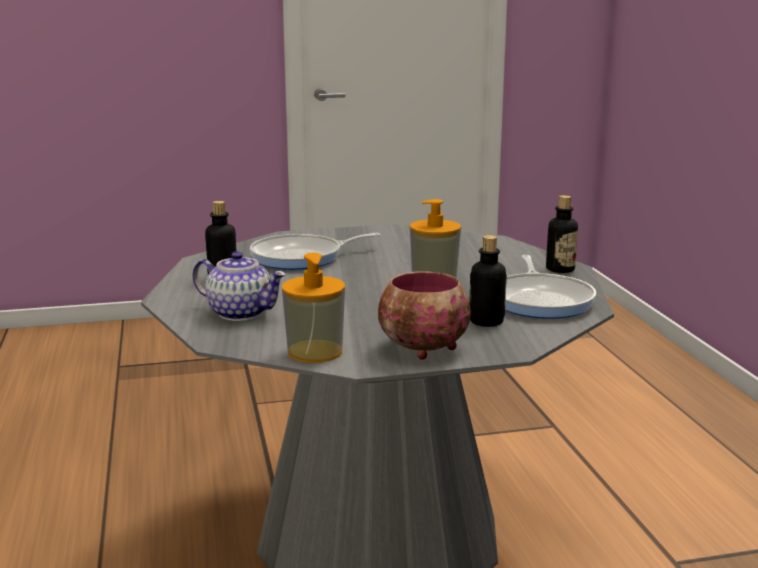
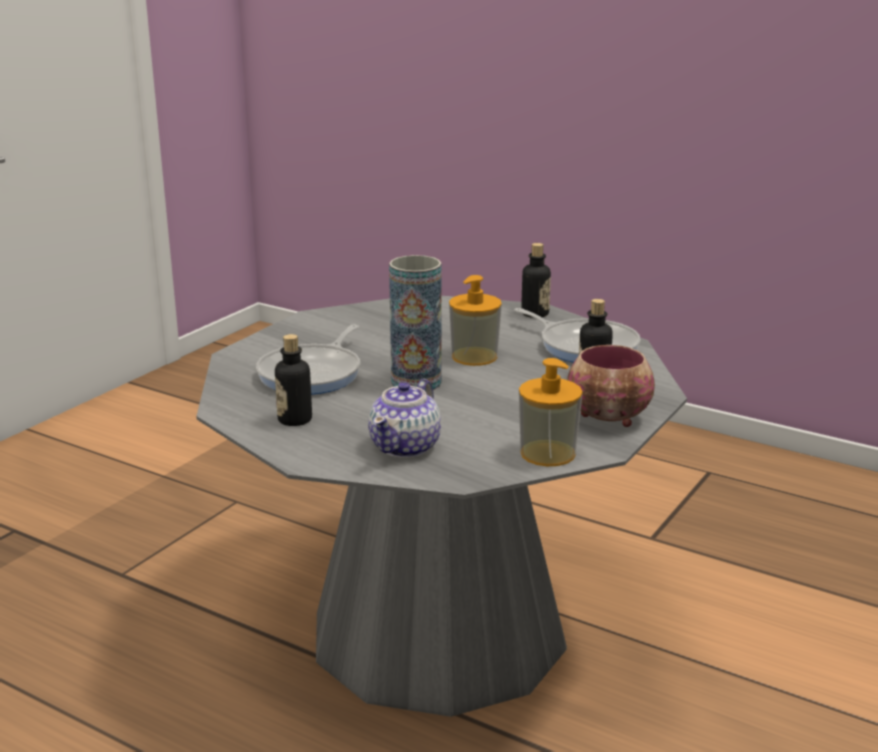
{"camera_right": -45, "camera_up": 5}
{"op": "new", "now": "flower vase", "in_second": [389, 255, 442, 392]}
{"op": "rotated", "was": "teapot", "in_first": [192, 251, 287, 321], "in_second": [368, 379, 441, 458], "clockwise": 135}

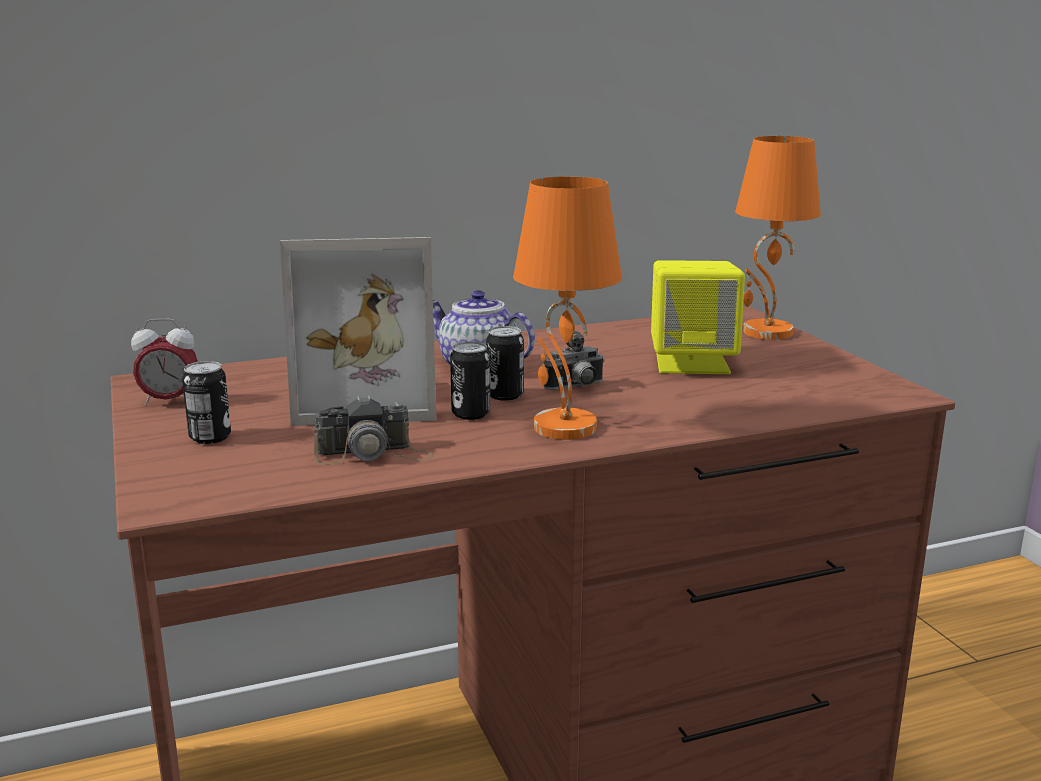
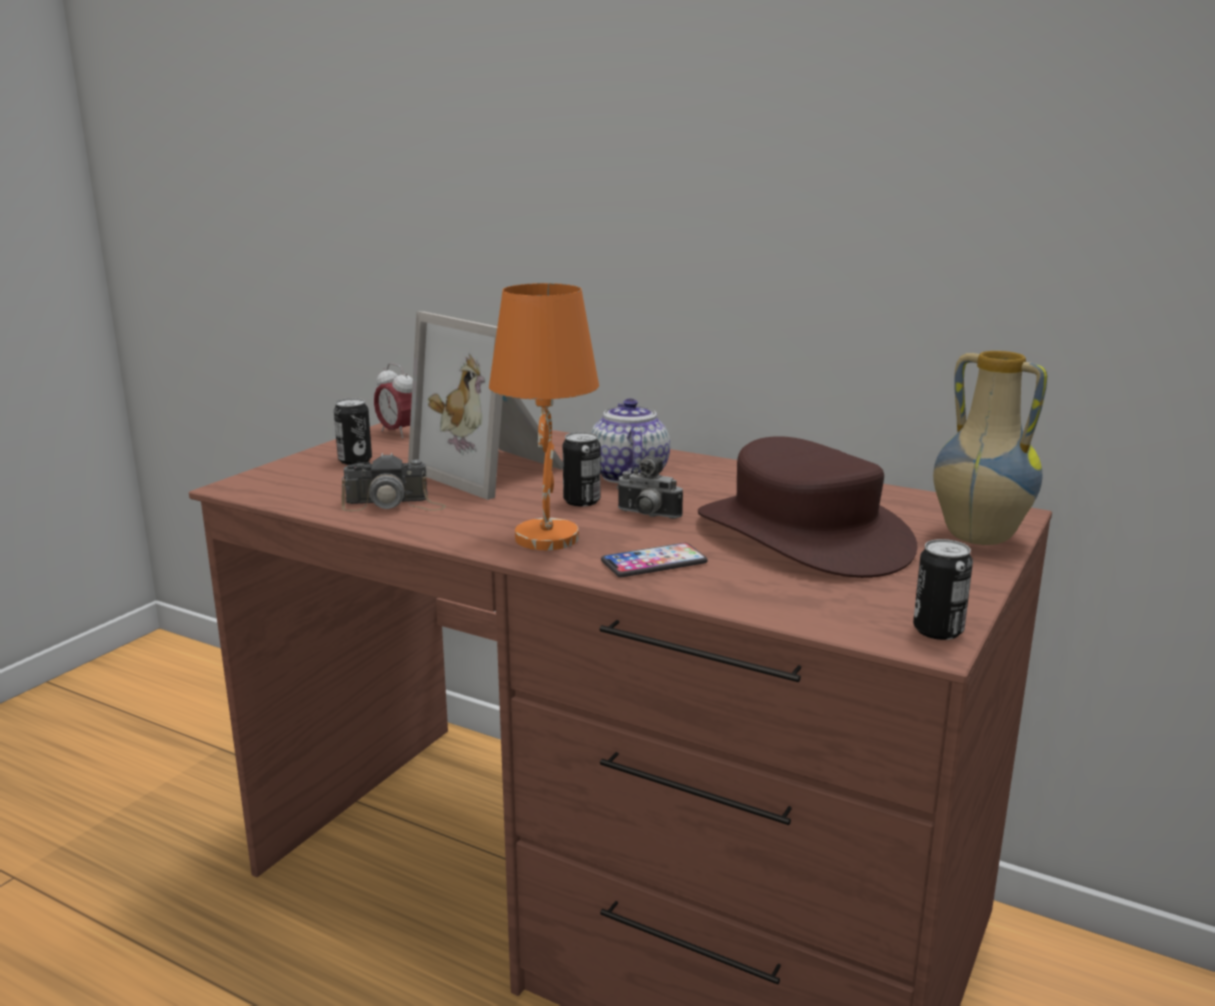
{"camera_right": 50, "camera_up": 0}
{"op": "new", "now": "phone", "in_second": [601, 543, 708, 577]}
{"op": "shifted", "was": "sealed can", "in_first": [450, 341, 490, 420], "in_second": [913, 539, 973, 640]}
{"op": "swapped", "was": "loudspeaker (yellow)", "now": "clothing hat (brownish)", "in_first": [651, 260, 745, 374], "in_second": [698, 436, 917, 578]}
{"op": "swapped", "was": "tabletop lamp (orange-coloured)", "now": "flower vase", "in_first": [735, 136, 821, 340], "in_second": [933, 351, 1047, 545]}
{"op": "rotated", "was": "still camera", "in_first": [314, 395, 434, 465], "in_second": [342, 453, 446, 511], "clockwise": -45}

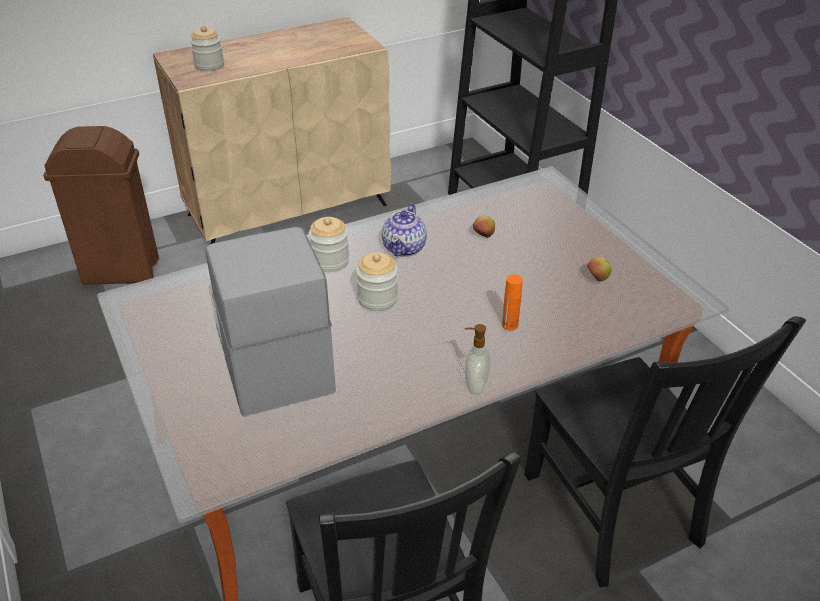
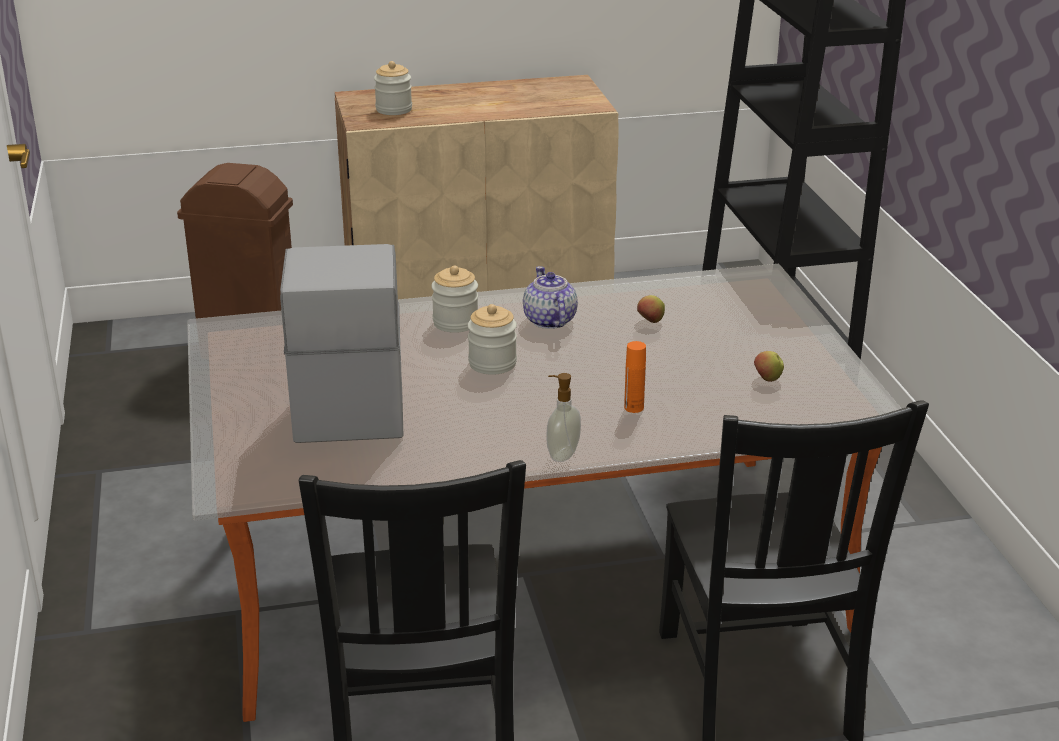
{"camera_right": 15, "camera_up": -10}
{"op": "rotated", "was": "teapot", "in_first": [382, 204, 427, 257], "in_second": [523, 266, 578, 329], "clockwise": 135}

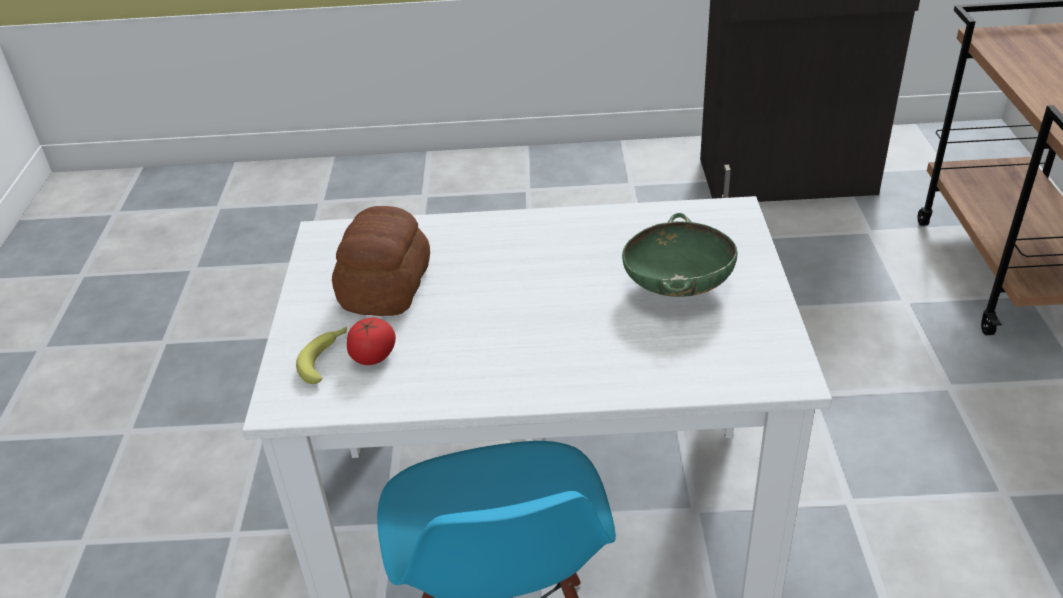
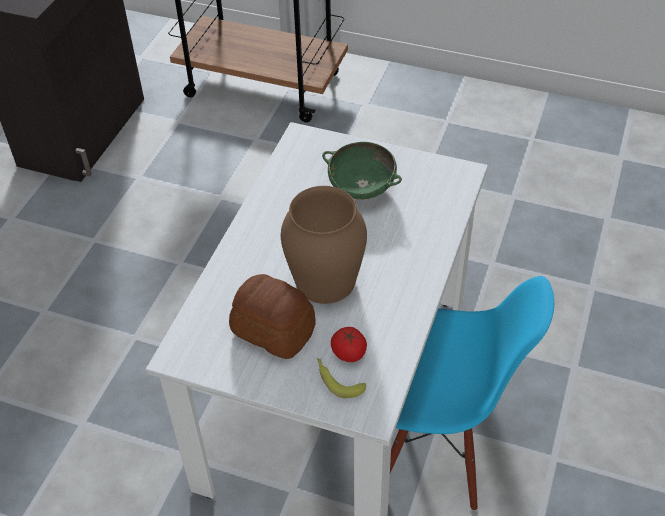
{"camera_right": -70, "camera_up": 10}
{"op": "new", "now": "flower vase (brownish)", "in_second": [281, 186, 367, 304]}

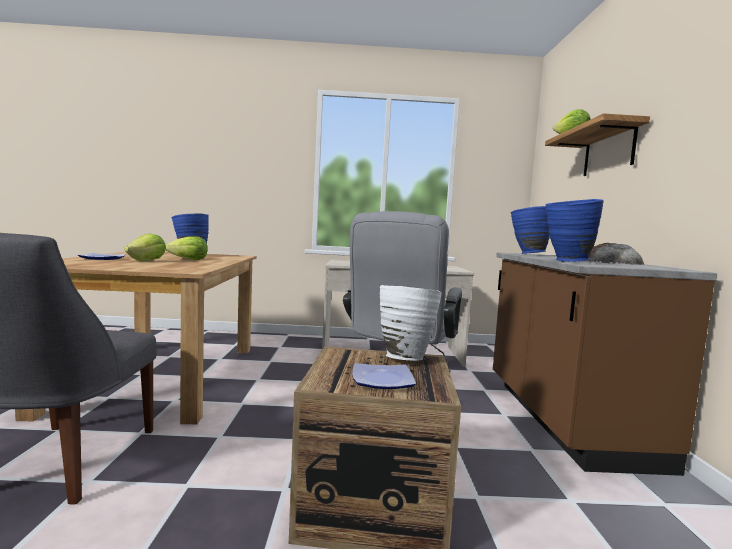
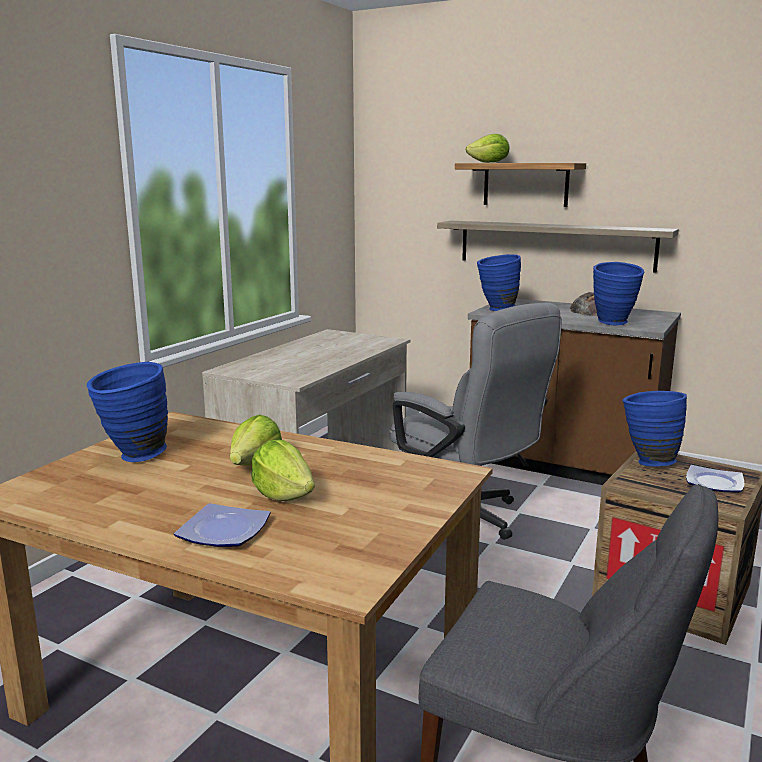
{"camera_right": -60, "camera_up": 10}
{"op": "new", "now": "shelf", "in_second": [437, 221, 679, 273]}
{"op": "repainted", "was": "flower vase (white)", "now": "flower vase (blue)", "in_first": [380, 285, 442, 361], "in_second": [623, 391, 687, 467]}

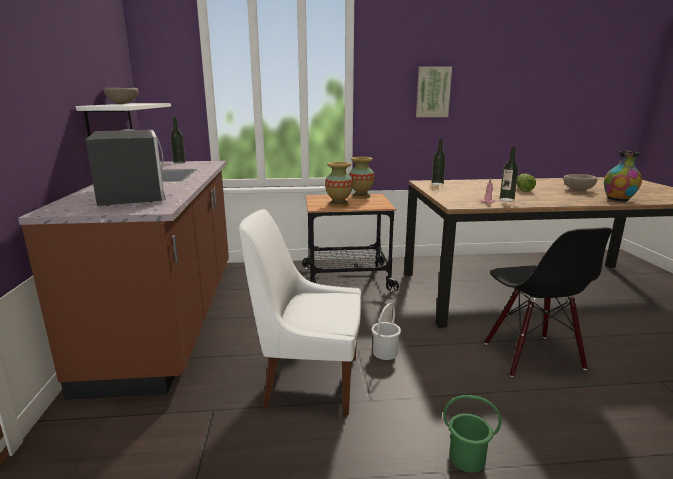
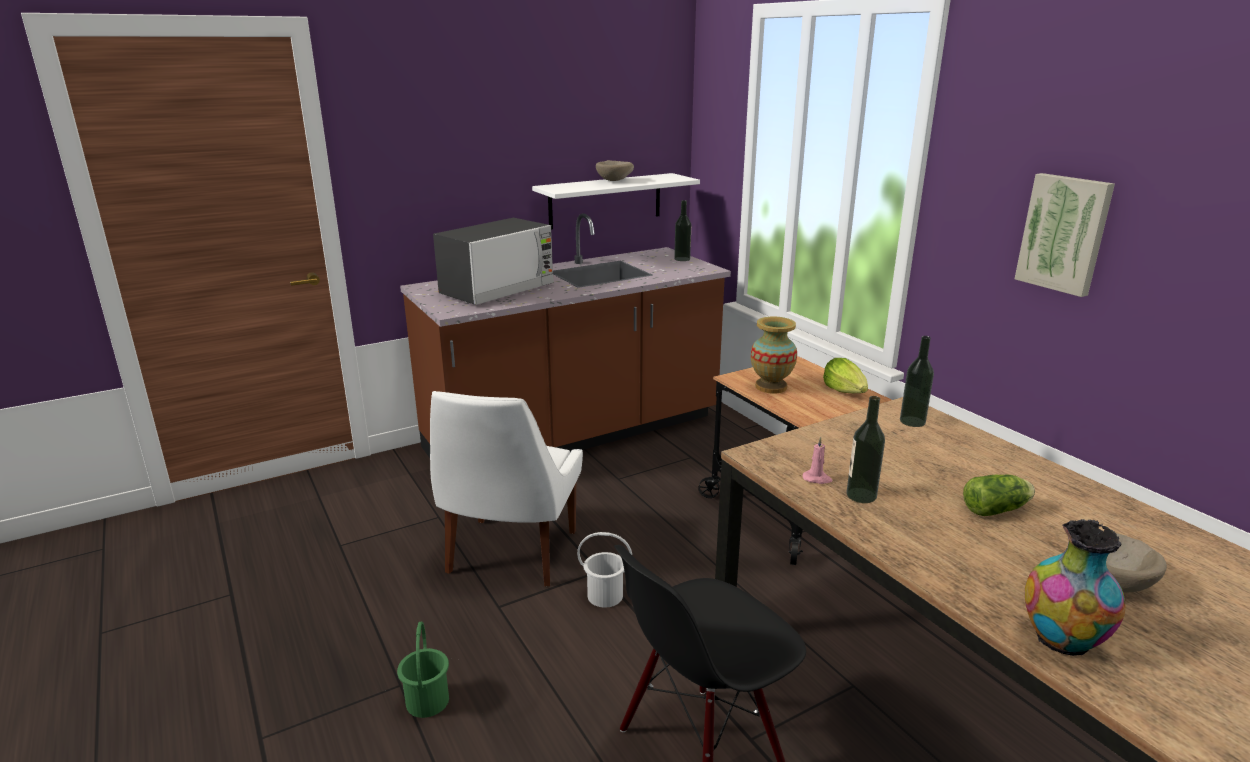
{"camera_right": 65, "camera_up": 5}
{"op": "swapped", "was": "flower vase", "now": "lettuce", "in_first": [349, 157, 375, 199], "in_second": [823, 358, 868, 393]}
{"op": "rotated", "was": "chair (white)", "in_first": [239, 209, 361, 415], "in_second": [430, 391, 583, 586], "clockwise": -150}

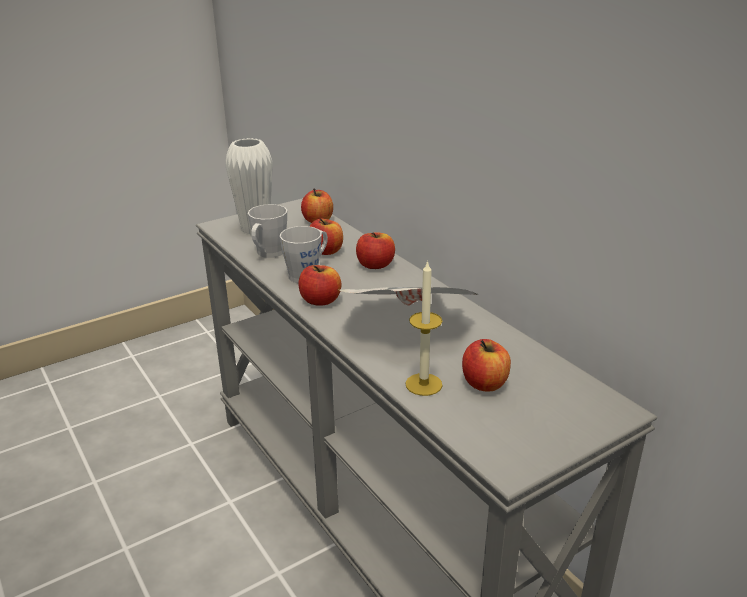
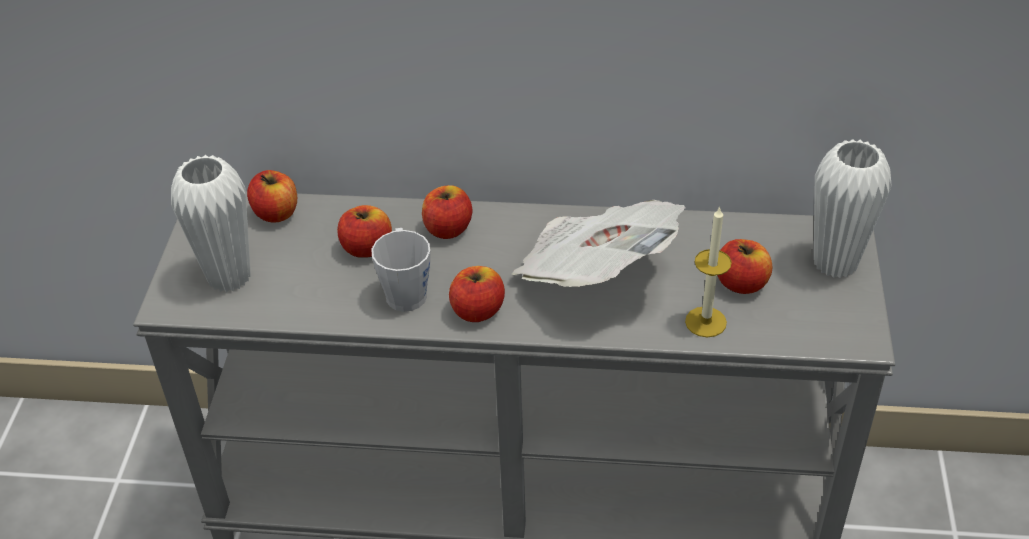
{"camera_right": -50, "camera_up": 15}
{"op": "gone", "was": "tea mug (grey)", "in_first": [248, 204, 287, 258]}
{"op": "new", "now": "flower vase (white)", "in_second": [814, 139, 892, 278]}

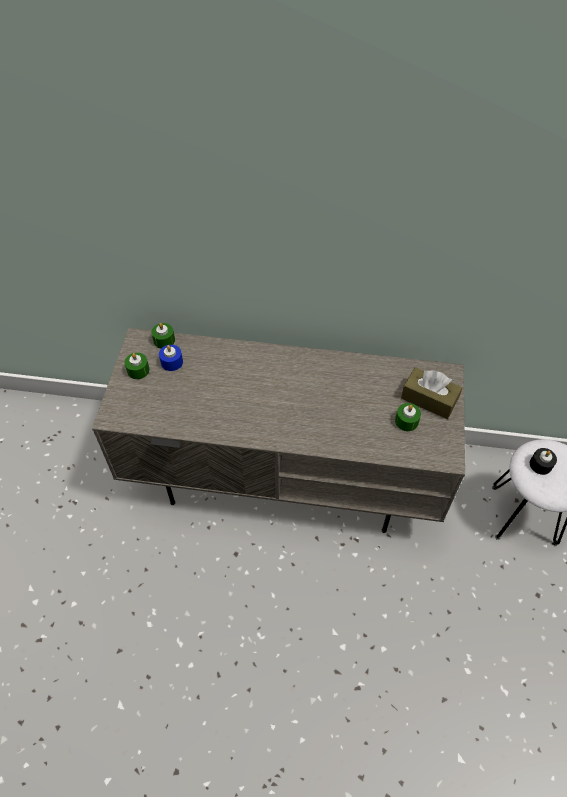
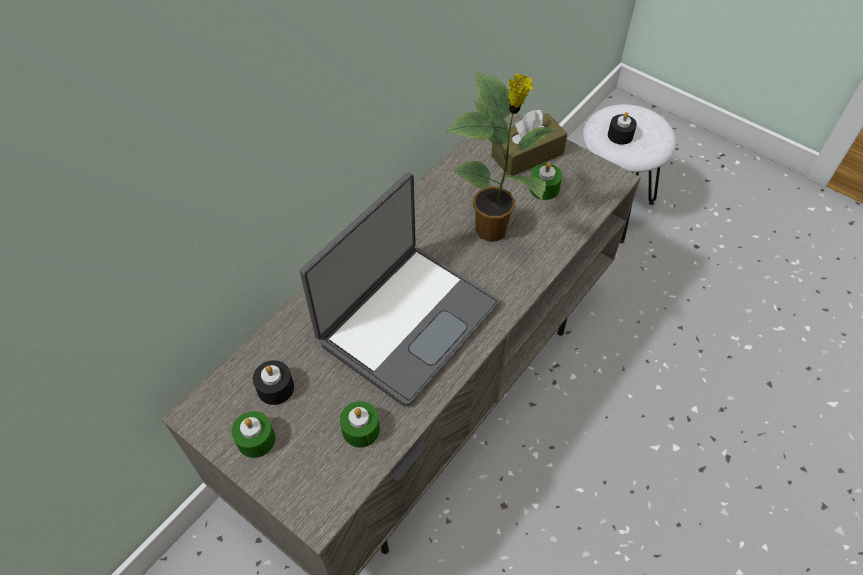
{"camera_right": -60, "camera_up": 0}
{"op": "new", "now": "laptop", "in_second": [300, 172, 500, 407]}
{"op": "new", "now": "houseplant", "in_second": [445, 70, 558, 242]}
{"op": "shifted", "was": "wax light (green-coloured)", "in_first": [151, 323, 175, 349], "in_second": [340, 401, 380, 447]}
{"op": "repainted", "was": "wax light (blue)", "now": "wax light (black)", "in_first": [159, 345, 183, 371], "in_second": [253, 360, 294, 405]}

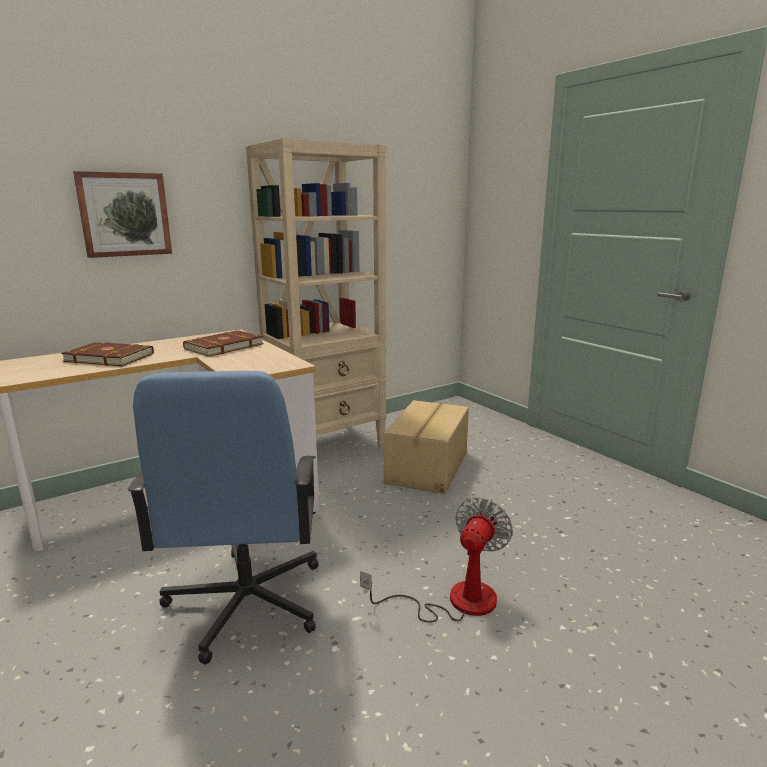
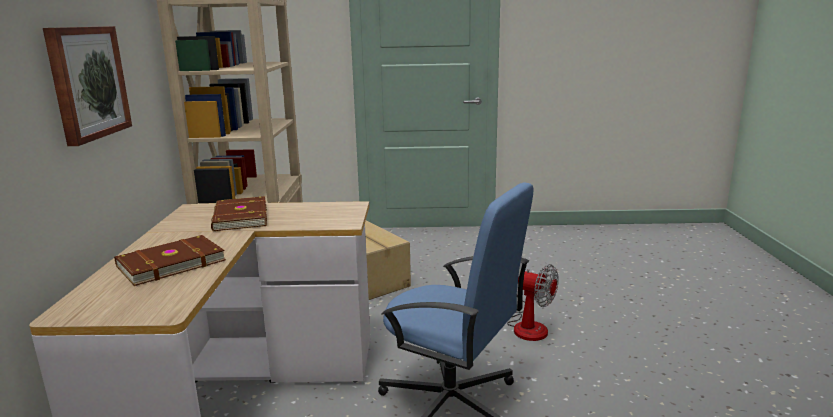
{"camera_right": -55, "camera_up": 0}
{"op": "rotated", "was": "electric fan", "in_first": [360, 497, 513, 623], "in_second": [507, 264, 559, 341], "clockwise": 150}

